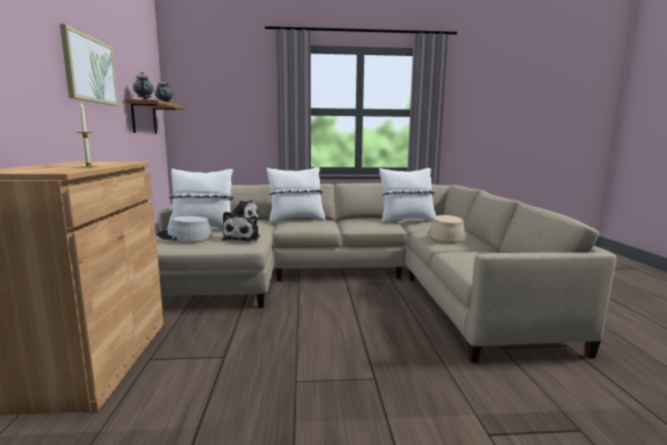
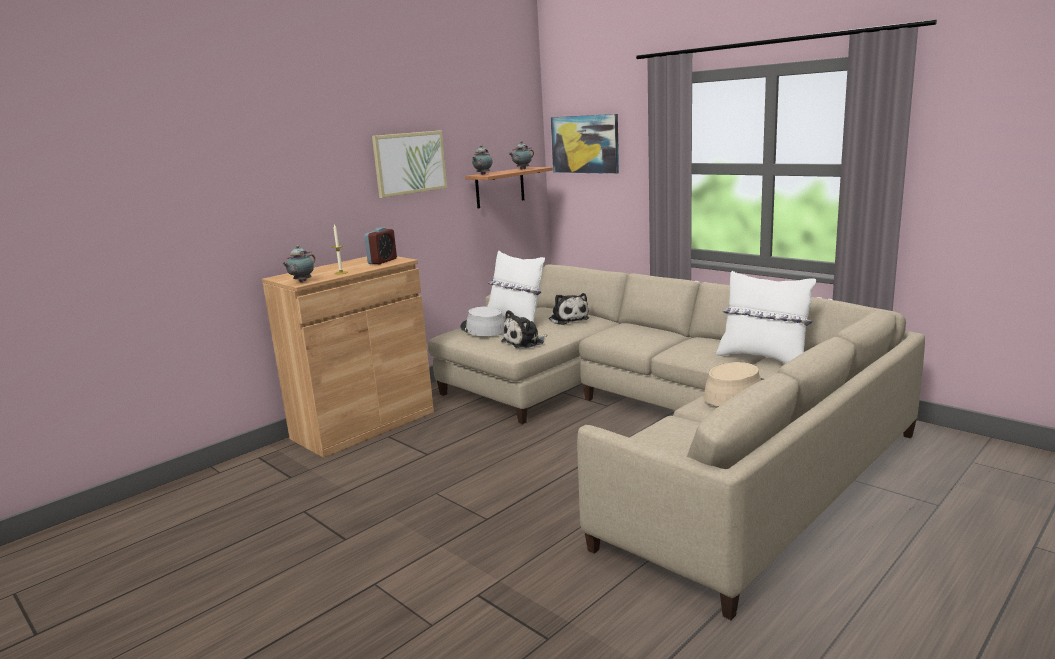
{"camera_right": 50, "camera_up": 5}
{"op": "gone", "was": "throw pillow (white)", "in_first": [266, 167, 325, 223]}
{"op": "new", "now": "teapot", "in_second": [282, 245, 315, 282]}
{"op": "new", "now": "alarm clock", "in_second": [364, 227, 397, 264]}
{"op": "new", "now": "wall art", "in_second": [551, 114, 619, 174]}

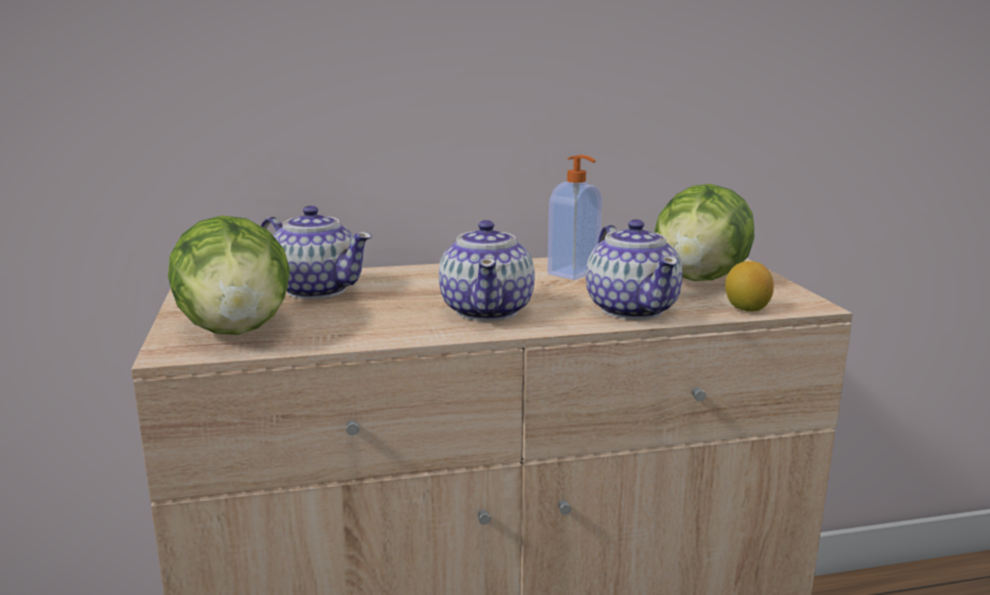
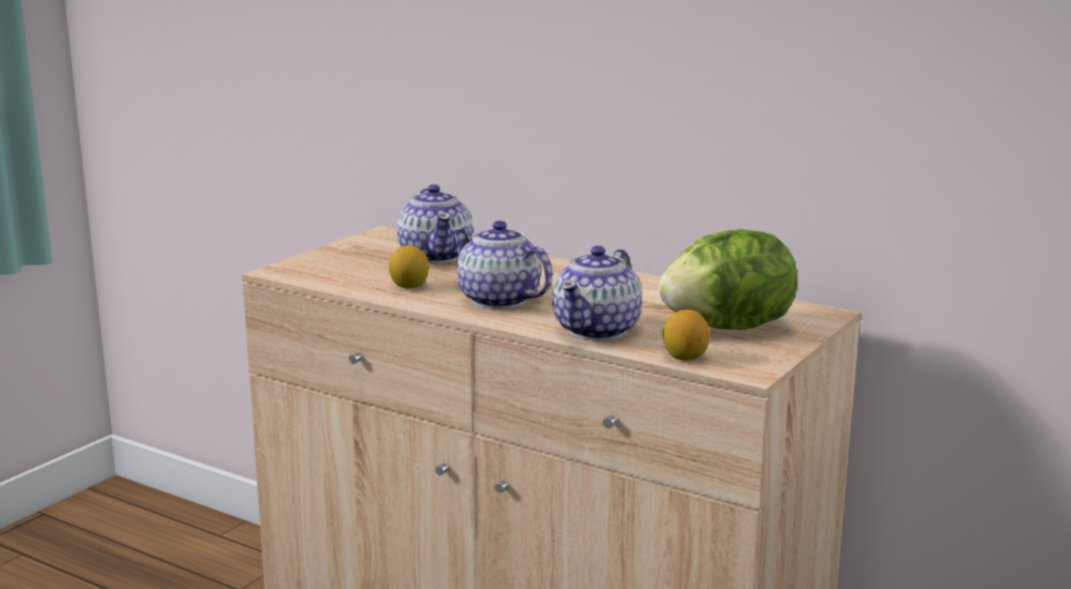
{"camera_right": 45, "camera_up": 0}
{"op": "gone", "was": "lettuce", "in_first": [168, 216, 290, 335]}
{"op": "gone", "was": "soap dispenser", "in_first": [547, 155, 602, 280]}
{"op": "new", "now": "citrus fruit", "in_second": [389, 245, 429, 288]}
{"op": "rotated", "was": "teapot", "in_first": [439, 220, 535, 321], "in_second": [450, 221, 553, 309], "clockwise": 90}

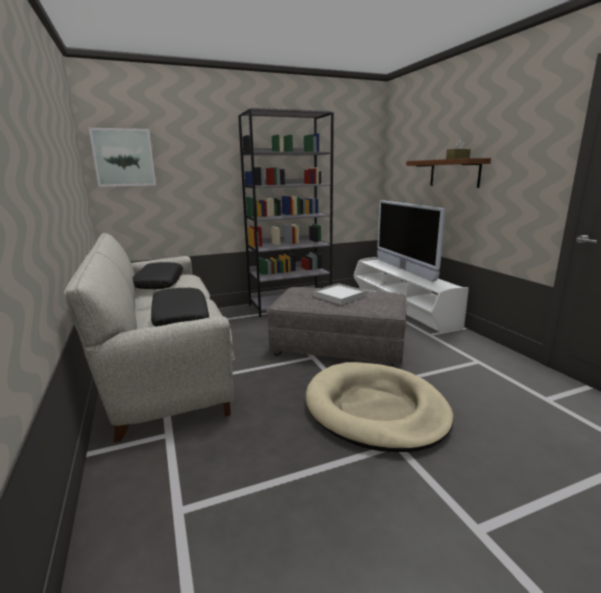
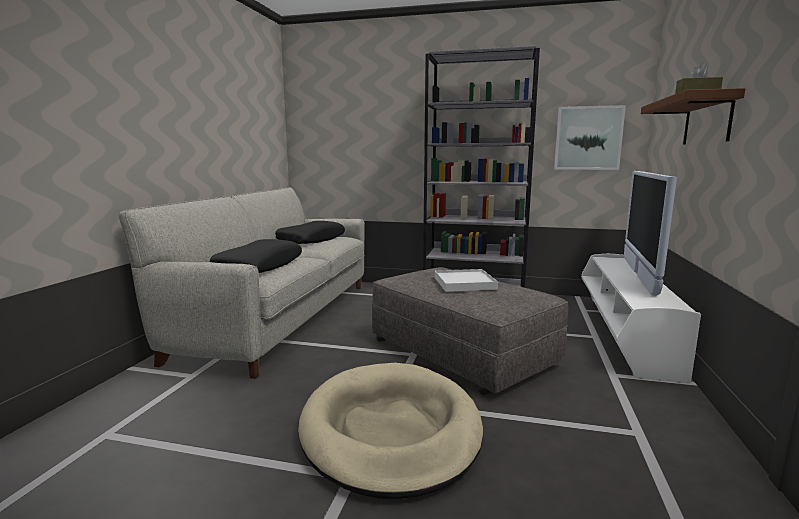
{"camera_right": 35, "camera_up": -5}
{"op": "shifted", "was": "wall art", "in_first": [89, 128, 156, 187], "in_second": [554, 105, 626, 170]}

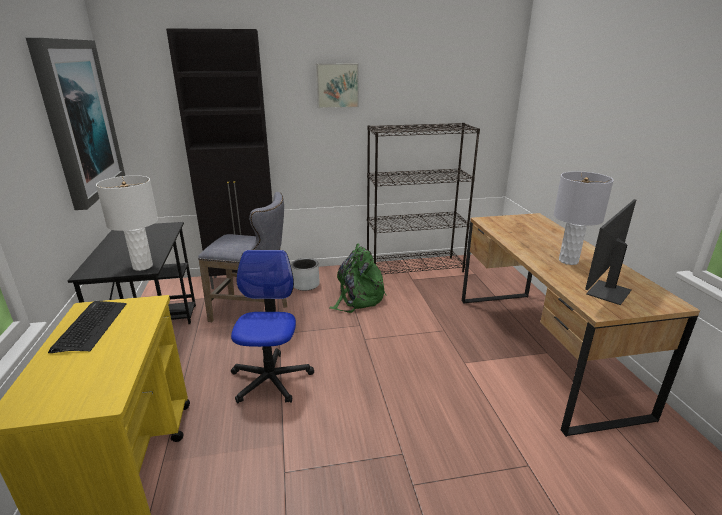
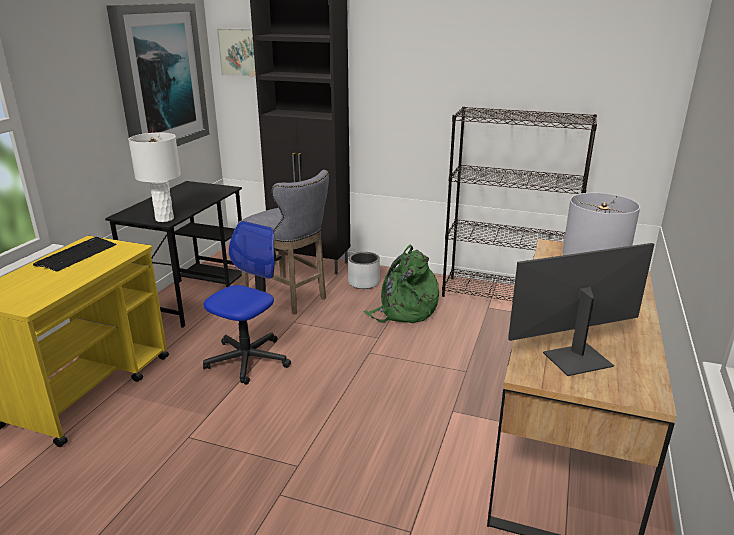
{"camera_right": 30, "camera_up": 0}
{"op": "shifted", "was": "wall art", "in_first": [316, 63, 359, 108], "in_second": [217, 28, 256, 77]}

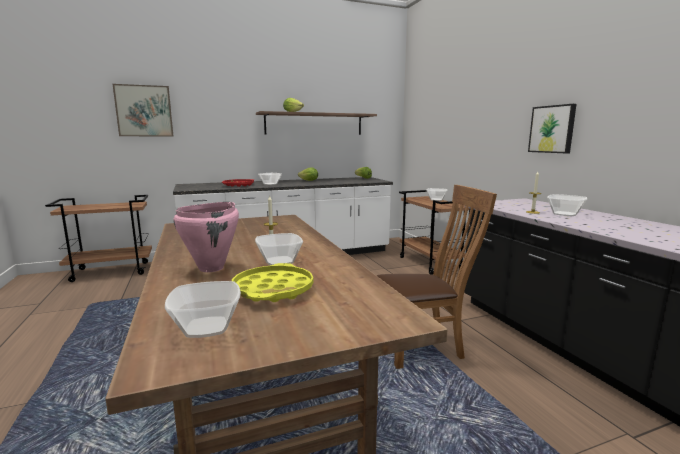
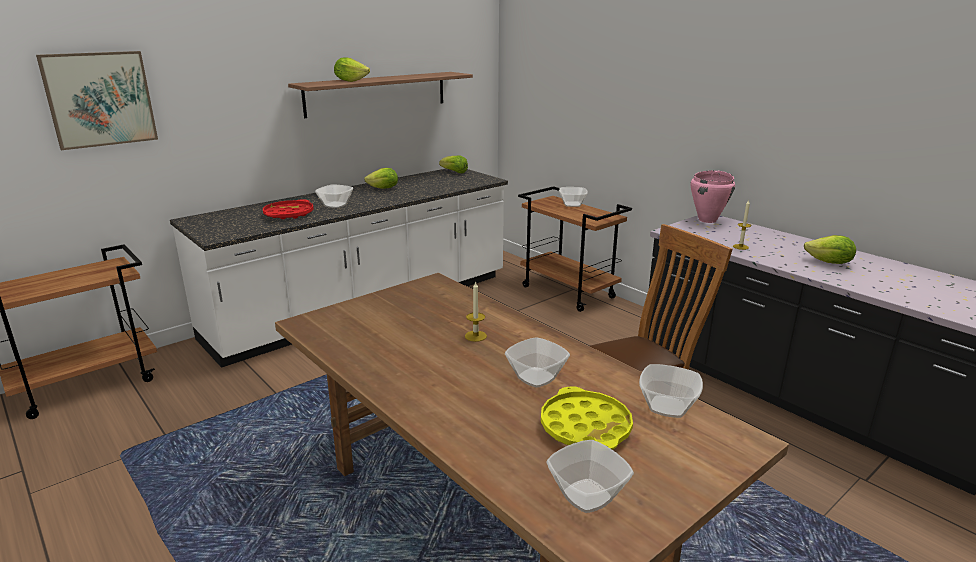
{"camera_right": -20, "camera_up": 10}
{"op": "gone", "was": "wall art", "in_first": [528, 104, 577, 153]}
{"op": "new", "now": "lettuce", "in_second": [804, 235, 856, 264]}
{"op": "shifted", "was": "stockpot (pink-coloured)", "in_first": [173, 202, 239, 272], "in_second": [691, 170, 735, 223]}
{"op": "shifted", "was": "bowl", "in_first": [547, 194, 587, 216], "in_second": [639, 364, 703, 418]}

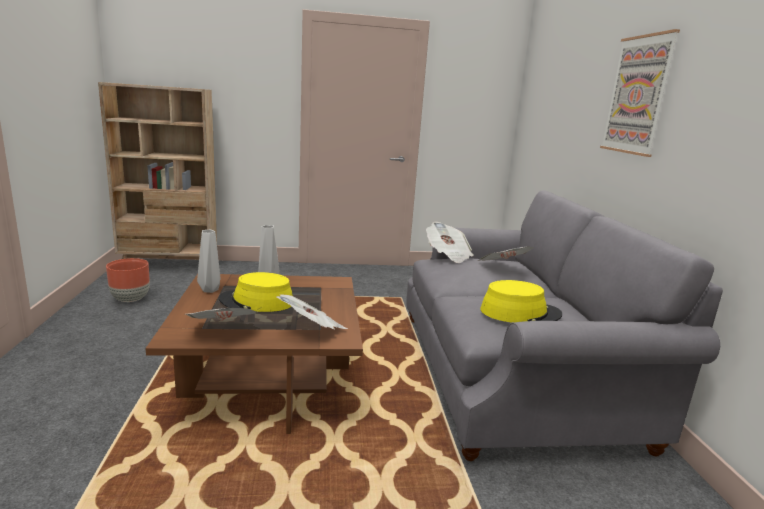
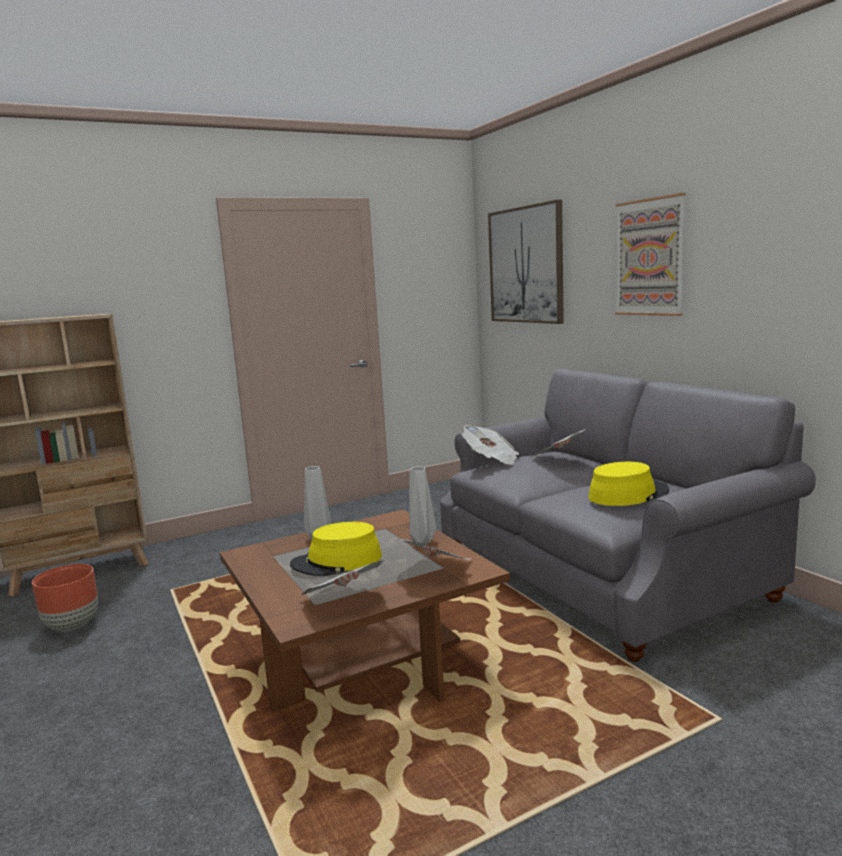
{"camera_right": -20, "camera_up": -5}
{"op": "new", "now": "wall art", "in_second": [488, 200, 564, 324]}
{"op": "shifted", "was": "flower vase (grey)", "in_first": [197, 230, 220, 293], "in_second": [410, 467, 436, 544]}

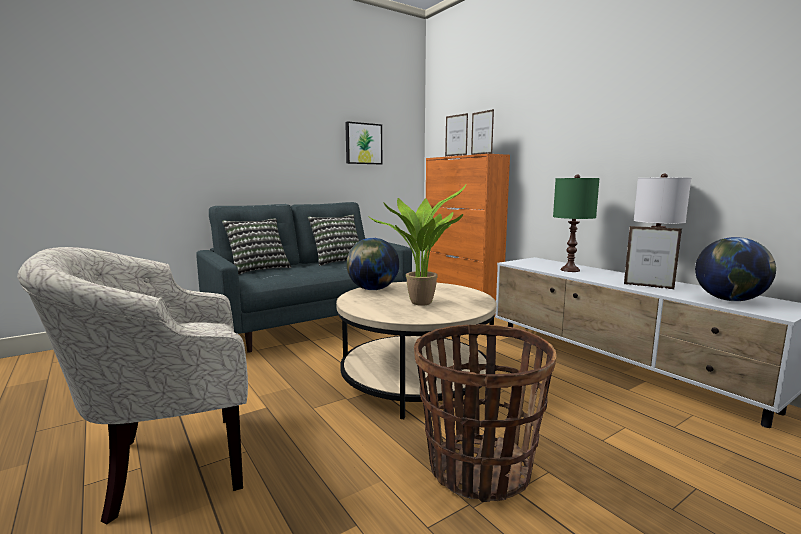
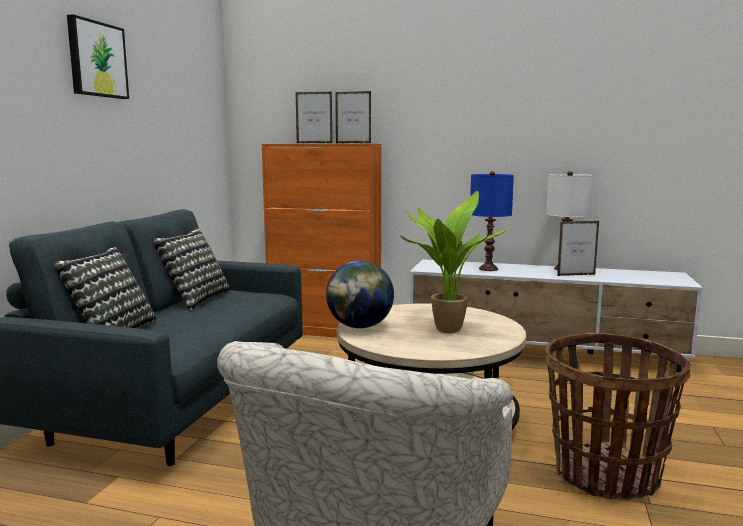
{"camera_right": -40, "camera_up": 0}
{"op": "gone", "was": "desk globe", "in_first": [695, 237, 776, 301]}
{"op": "shifted", "was": "wall art", "in_first": [345, 121, 382, 164], "in_second": [67, 14, 129, 99]}
{"op": "repainted", "was": "tabletop lamp (green-coloured)", "now": "tabletop lamp (blue)", "in_first": [553, 174, 600, 272], "in_second": [470, 171, 514, 271]}

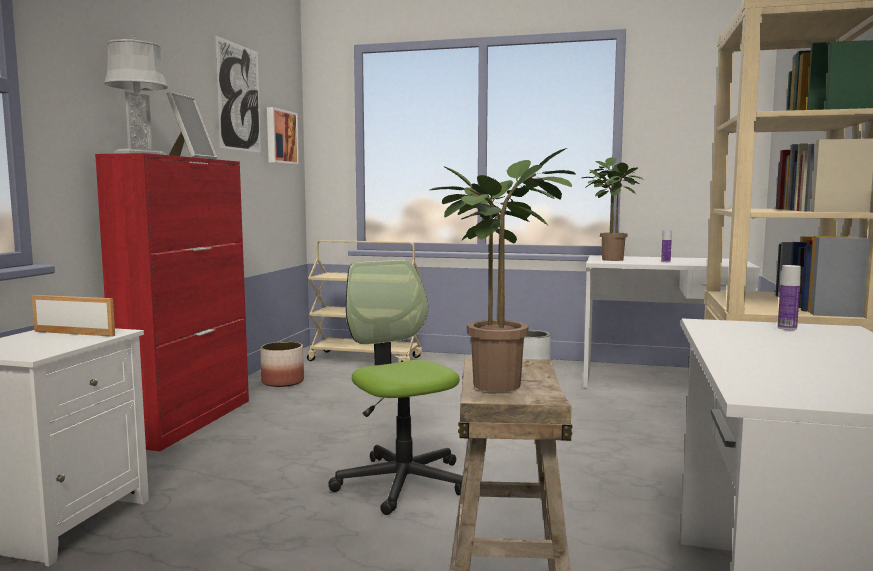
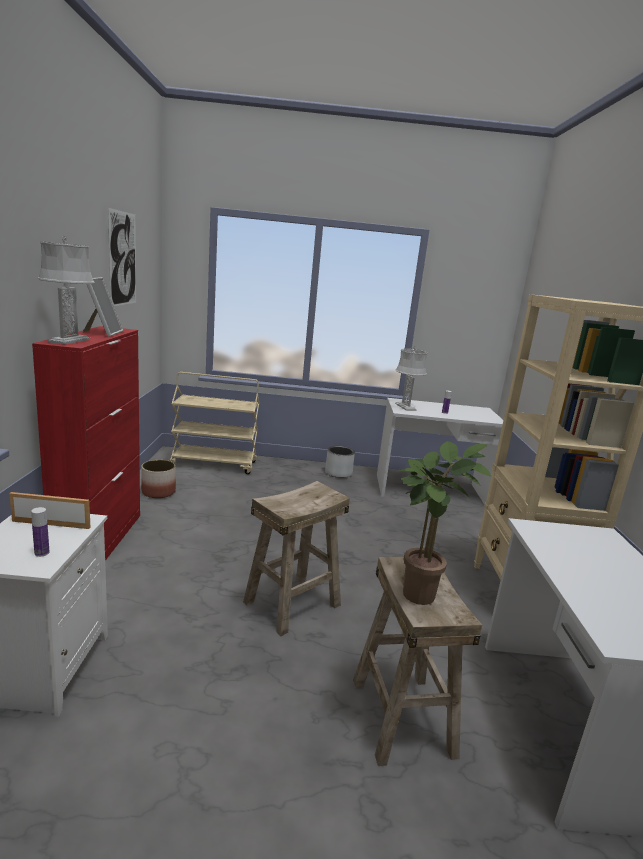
{"camera_right": -15, "camera_up": 10}
{"op": "gone", "was": "wall art", "in_first": [267, 107, 299, 165]}
{"op": "shifted", "was": "bottle", "in_first": [778, 265, 801, 330], "in_second": [31, 507, 49, 557]}
{"op": "swapped", "was": "computer chair", "now": "sitting stool (beige)", "in_first": [329, 260, 463, 515], "in_second": [243, 481, 350, 636]}
{"op": "swapped", "was": "houseplant", "now": "tabletop lamp (grey)", "in_first": [582, 157, 644, 261], "in_second": [395, 346, 427, 411]}

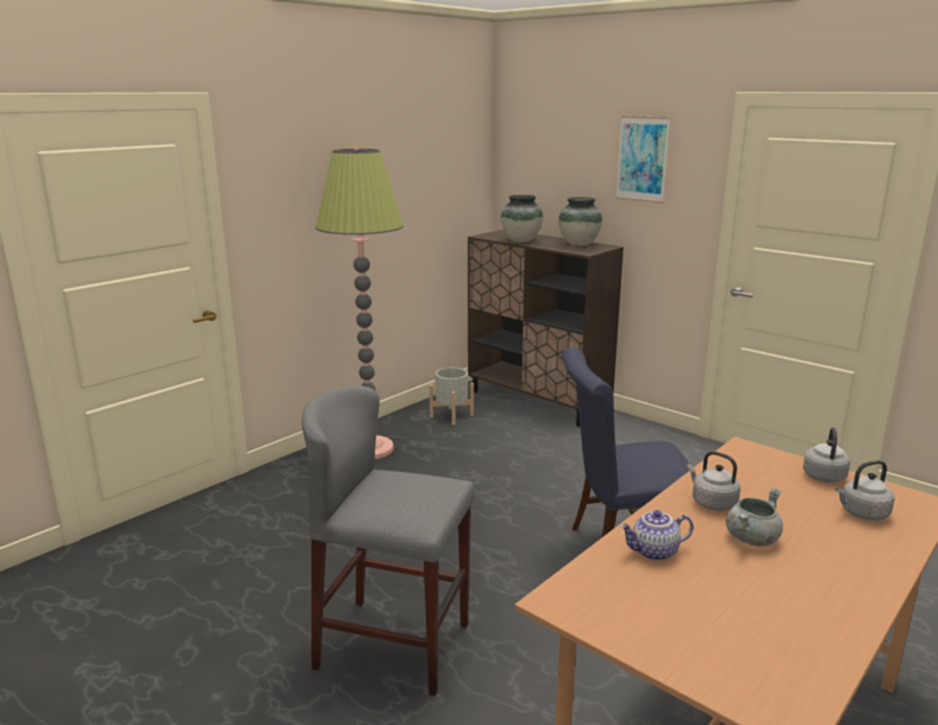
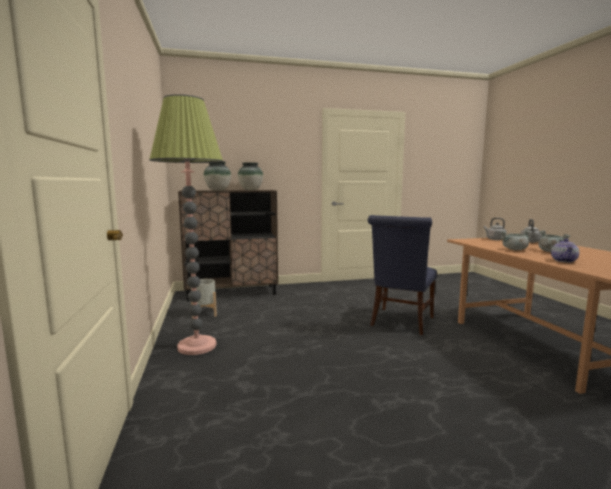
{"camera_right": -55, "camera_up": -10}
{"op": "gone", "was": "sitting stool (grey)", "in_first": [302, 386, 474, 696]}
{"op": "gone", "was": "wall art", "in_first": [616, 116, 670, 203]}
{"op": "swapped", "was": "tea kettle (grey)", "now": "stockpot (grey)", "in_first": [687, 451, 740, 511], "in_second": [500, 230, 530, 250]}

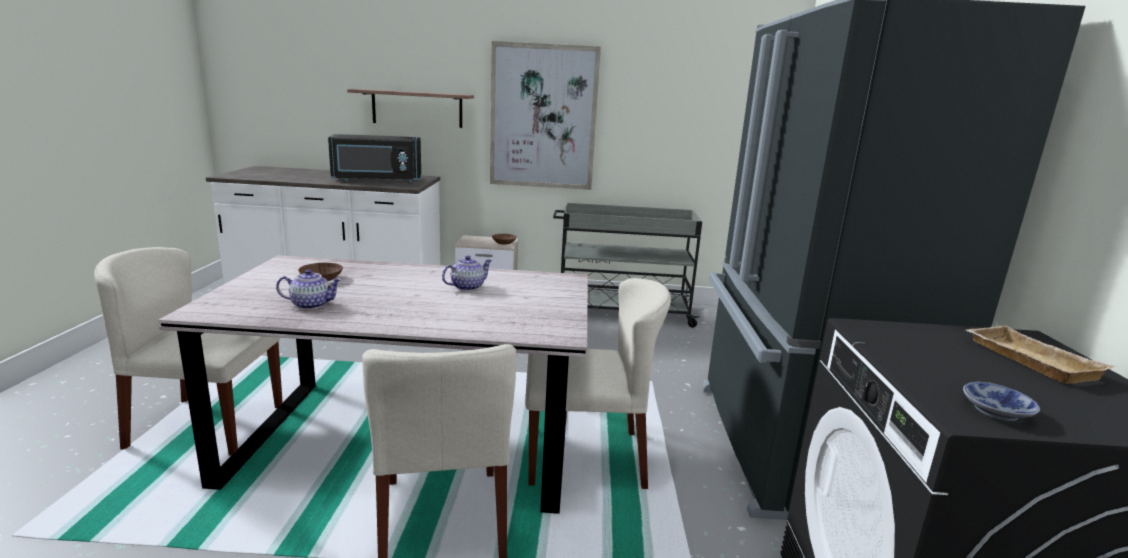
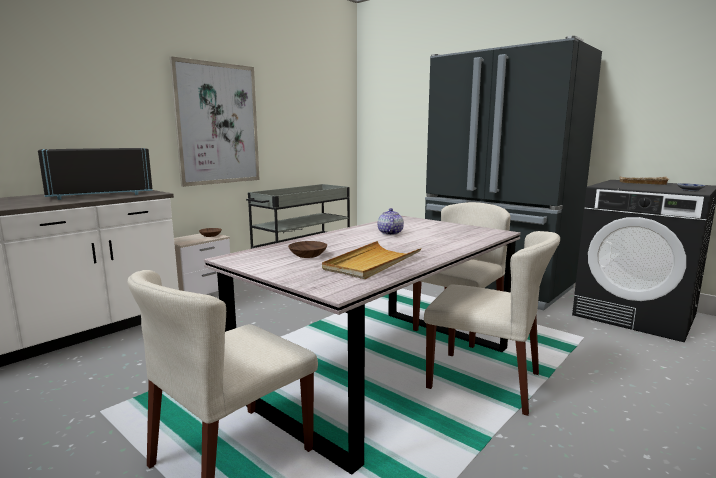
{"camera_right": -50, "camera_up": -5}
{"op": "gone", "was": "shelf", "in_first": [347, 89, 474, 128]}
{"op": "swapped", "was": "teapot", "now": "serving tray (beige)", "in_first": [276, 269, 342, 310], "in_second": [322, 241, 421, 279]}
{"op": "rotated", "was": "microwave (black)", "in_first": [328, 134, 421, 183], "in_second": [38, 148, 153, 200], "clockwise": -150}

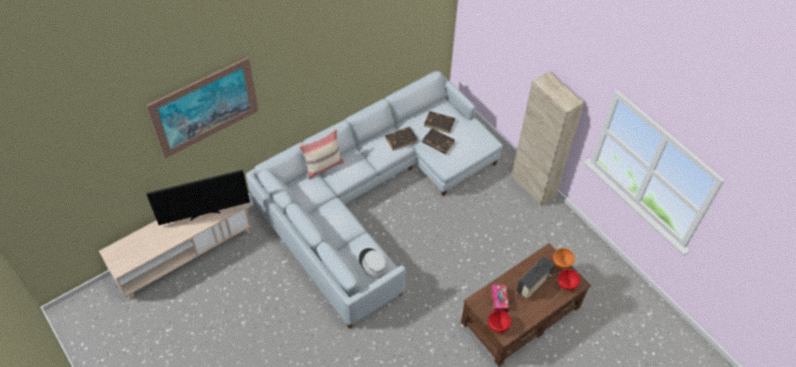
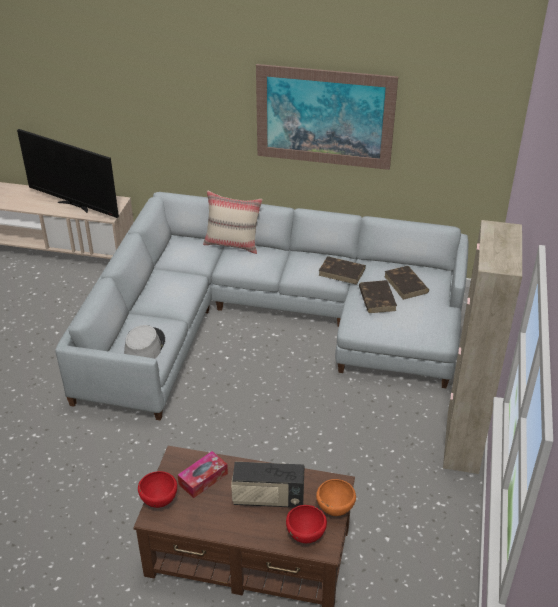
{"camera_right": 50, "camera_up": -15}
{"op": "shifted", "was": "wall art", "in_first": [146, 57, 259, 158], "in_second": [256, 64, 398, 170]}

